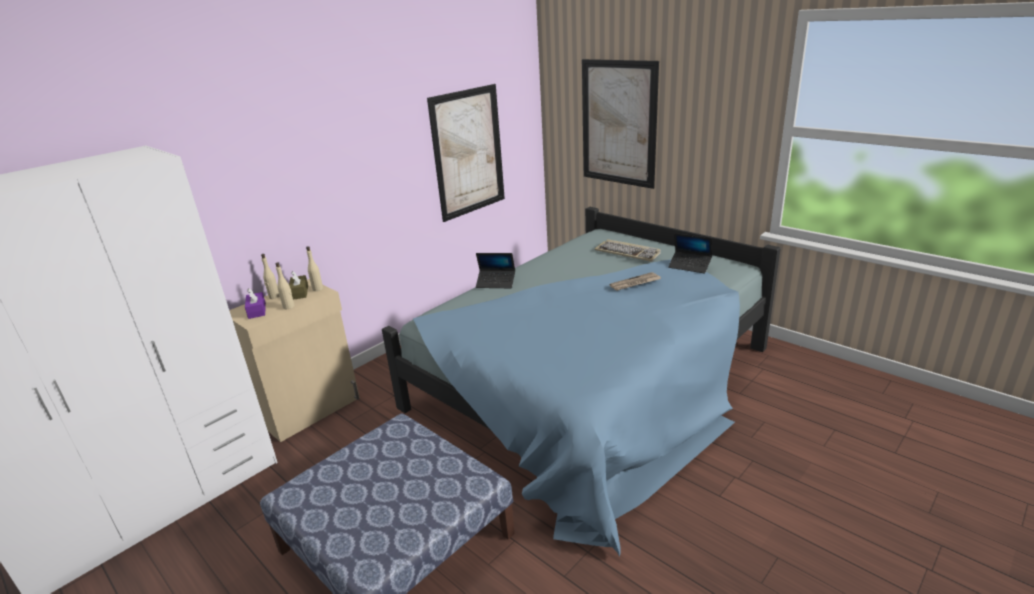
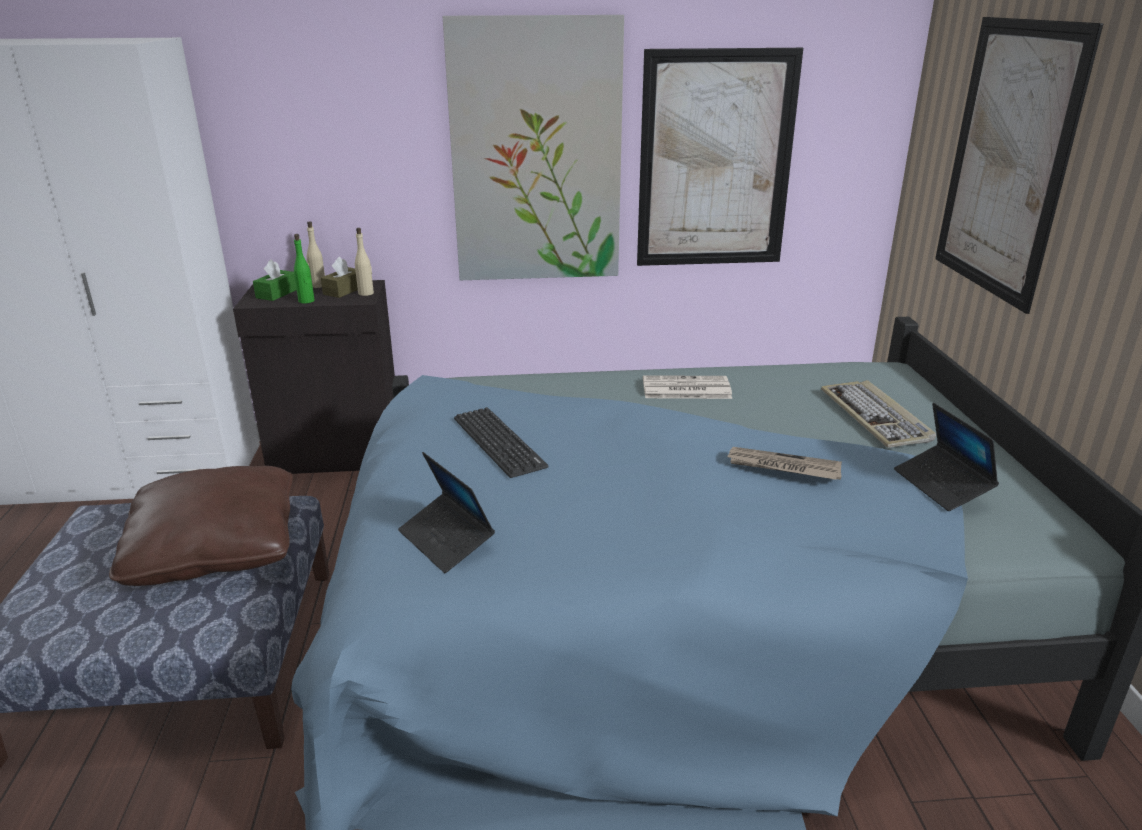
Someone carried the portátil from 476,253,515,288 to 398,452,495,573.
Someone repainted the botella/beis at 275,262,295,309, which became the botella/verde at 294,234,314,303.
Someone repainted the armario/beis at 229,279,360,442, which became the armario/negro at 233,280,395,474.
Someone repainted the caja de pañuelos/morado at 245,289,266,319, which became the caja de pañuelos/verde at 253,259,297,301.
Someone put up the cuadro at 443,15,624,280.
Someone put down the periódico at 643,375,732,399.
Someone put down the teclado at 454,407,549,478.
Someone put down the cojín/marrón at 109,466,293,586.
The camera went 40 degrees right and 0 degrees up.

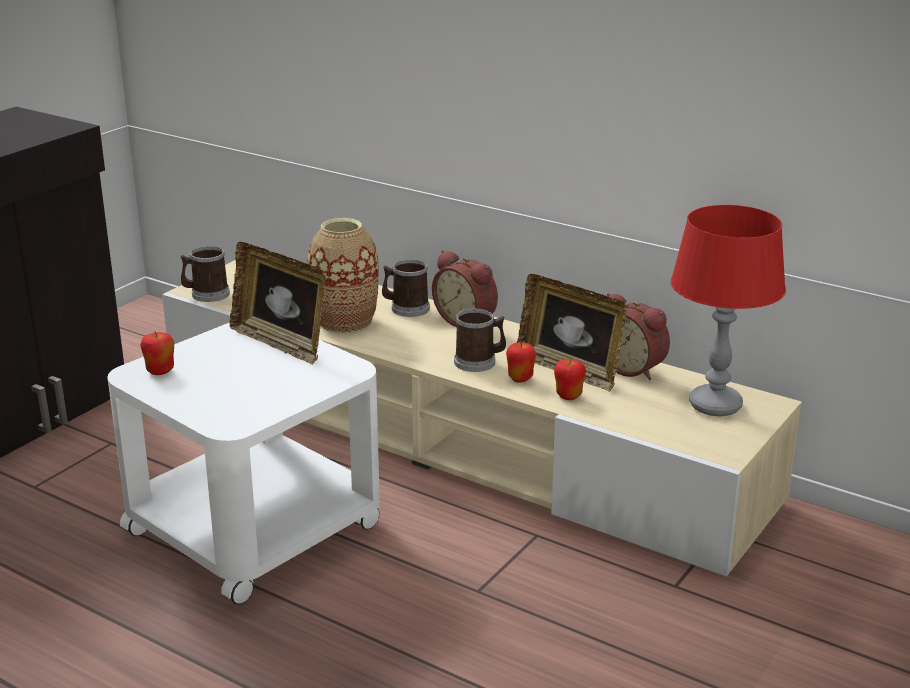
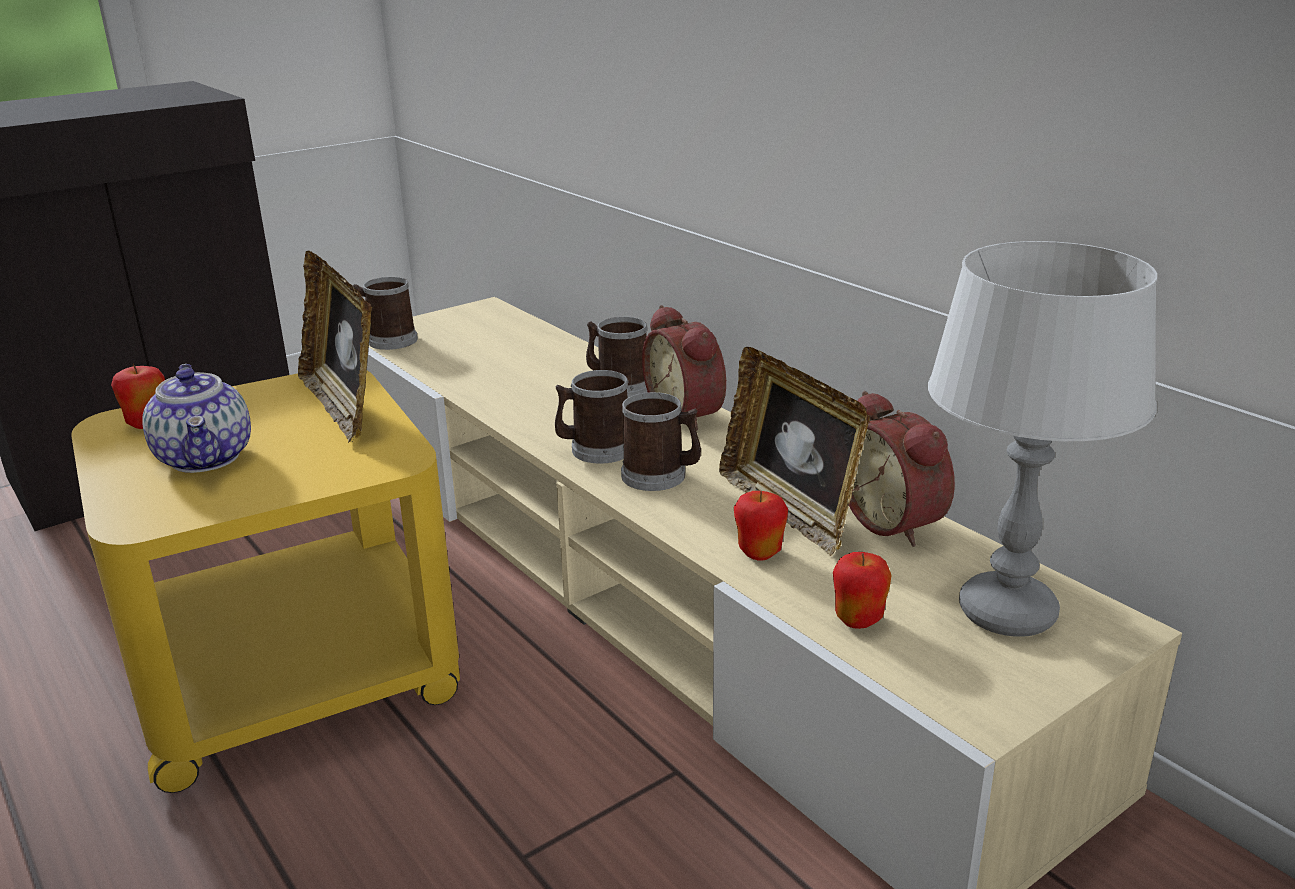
Someone repainted the lámpara de mesa/rojo at 671,205,786,416, which became the lámpara de mesa/gris at 928,241,1157,637.
Someone took away the florero at 307,218,379,334.
Someone repainted the mesa auxiliar/blanco at 107,322,380,604, which became the mesa auxiliar/amarillo at 71,371,460,793.
Someone carried the manzana from 506,342,536,383 to 833,552,891,629.
Someone put down the tetera at 142,364,251,473.
Someone put down the taza grande at 555,370,629,464.
The camera went 20 degrees right and 0 degrees up.

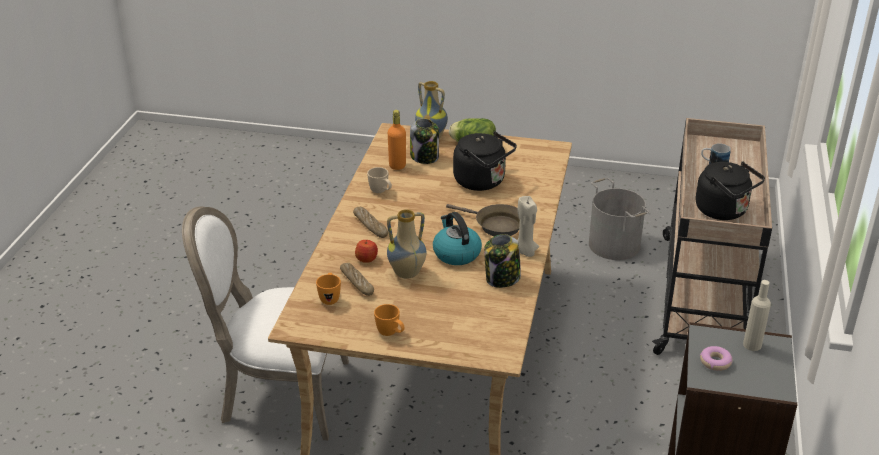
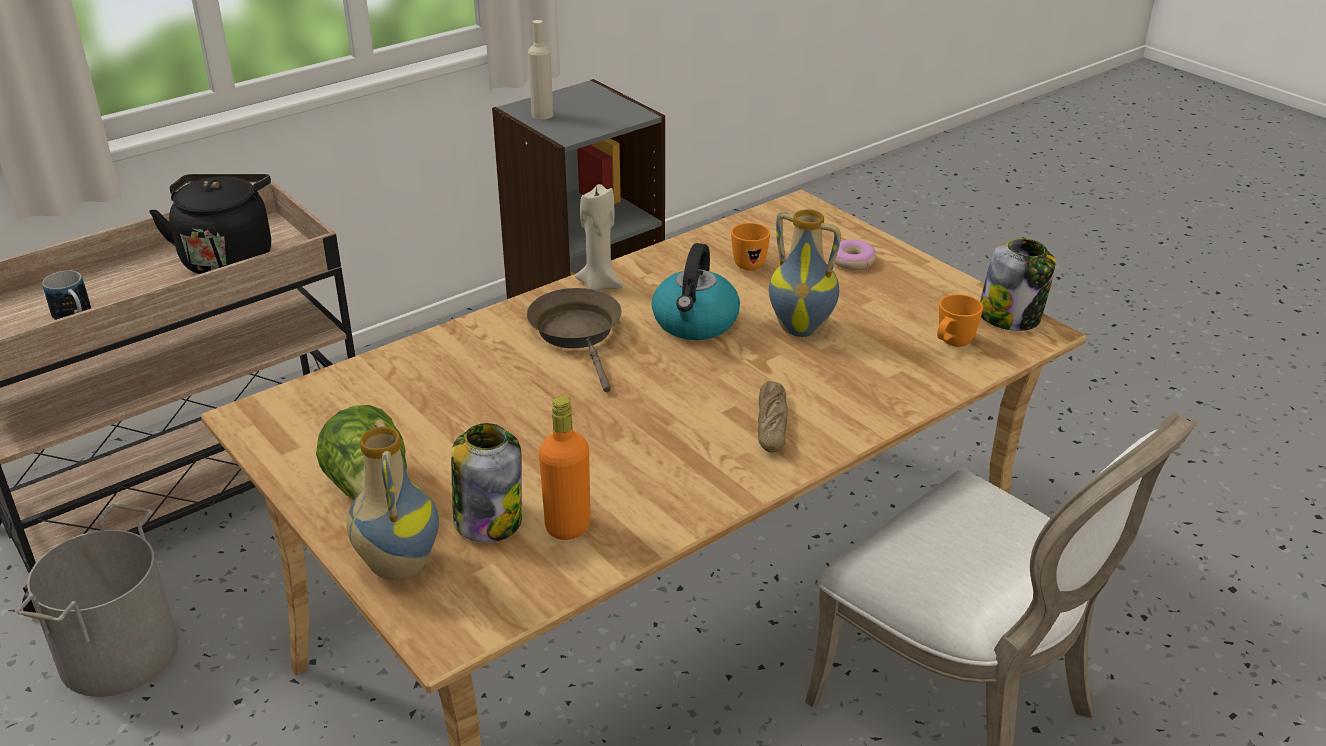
Someone took away the hervidor/negro at 453,131,517,191.
Someone took away the taza grande/beis at 367,167,392,193.
Someone carried the tarro from 484,234,521,288 to 980,238,1056,331.
Someone took away the manzana at 355,240,378,263.
Someone took away the pan at 340,263,374,296.
Someone carried the taza grande/naranja from 374,304,405,336 to 731,222,770,271.
Someone carried the rosquilla from 700,346,732,371 to 830,239,876,270.
The camera went 140 degrees left and 0 degrees up.

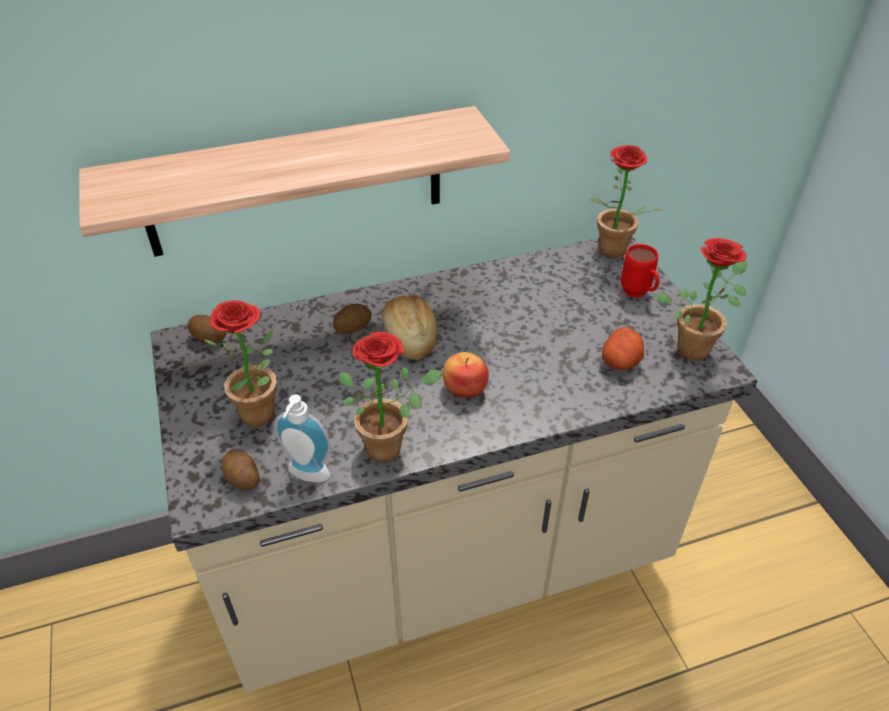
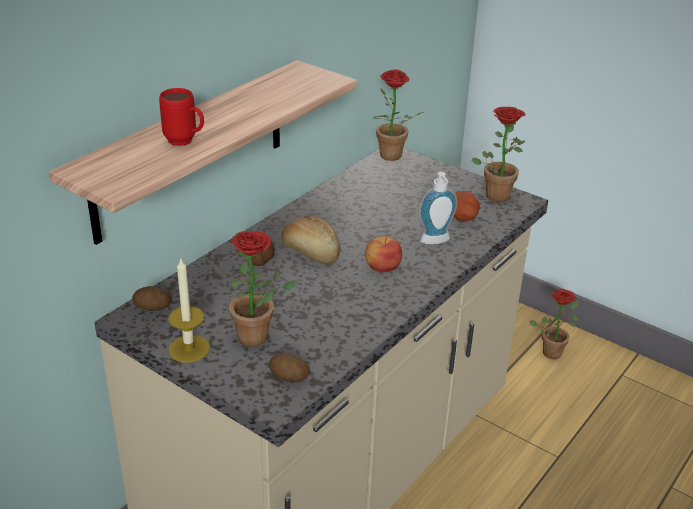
Someone carried the taza grande/rojo from 621,244,660,298 to 159,88,204,146.
Someone carried the planta en maceta from 339,332,442,462 to 529,289,579,359.
Someone carried the dispensador de jabón from 274,394,331,482 to 419,172,458,244.
Someone put down the vela at 168,259,210,363.
The camera went 35 degrees left and 10 degrees down.

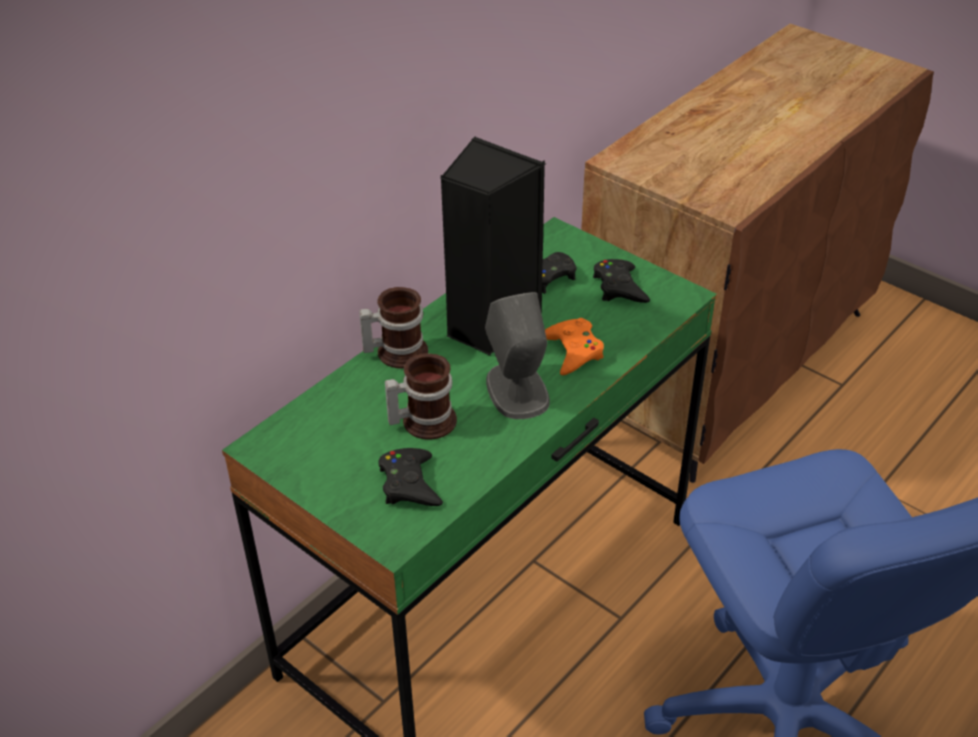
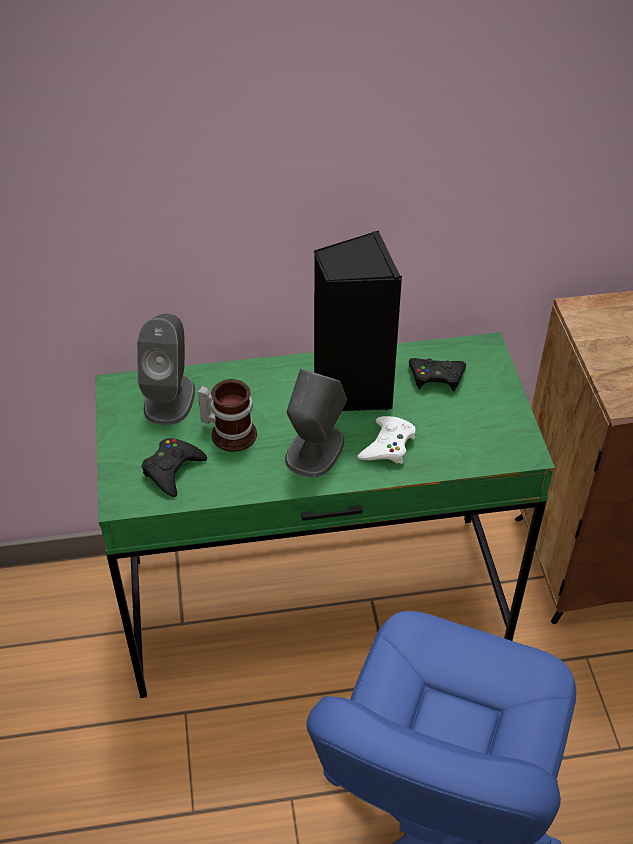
Someone took away the mando de consola/negro at 593,259,650,303.
Someone took away the taza grande at 359,287,428,369.
Someone repainted the mando de consola/naranja at 545,318,604,375, which became the mando de consola/blanco at 357,416,416,464.
Someone put down the altavoz/gris at 137,314,195,425.
The camera went 40 degrees right and 5 degrees up.

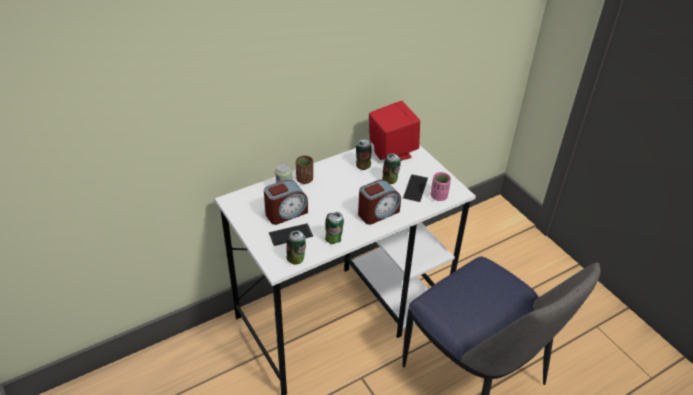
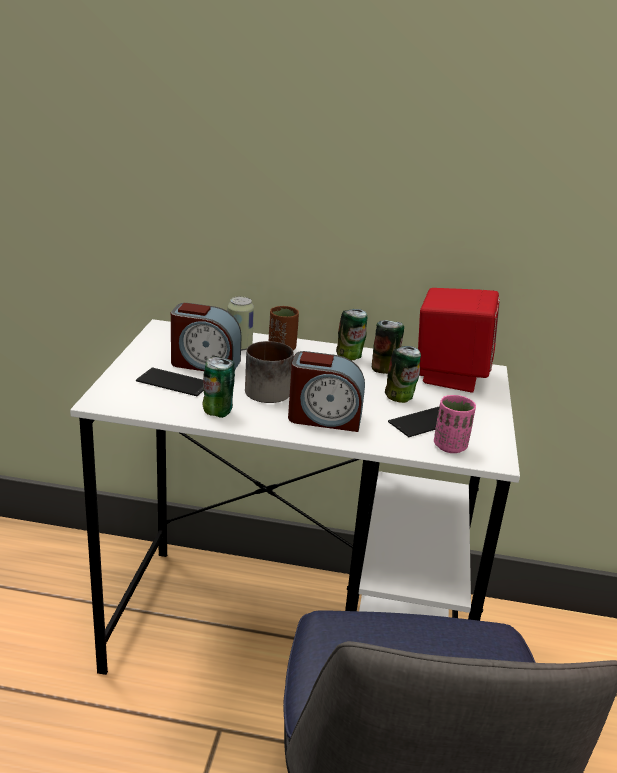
Someone carried the lata from 286,230,306,264 to 336,309,368,360.
Someone put down the taza grande at 245,341,295,403.
The camera went 40 degrees right and 15 degrees down.

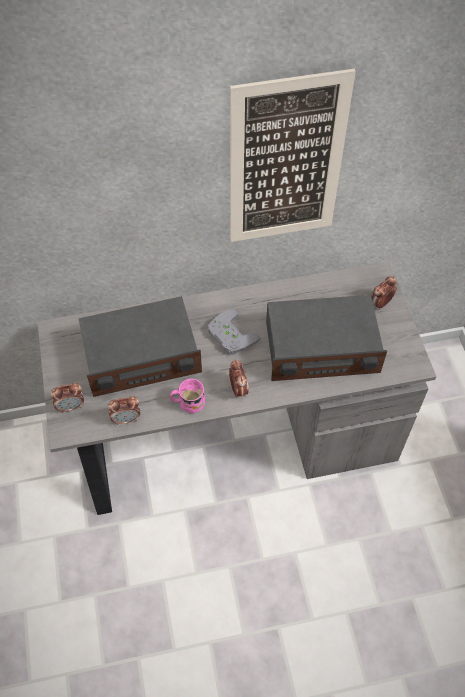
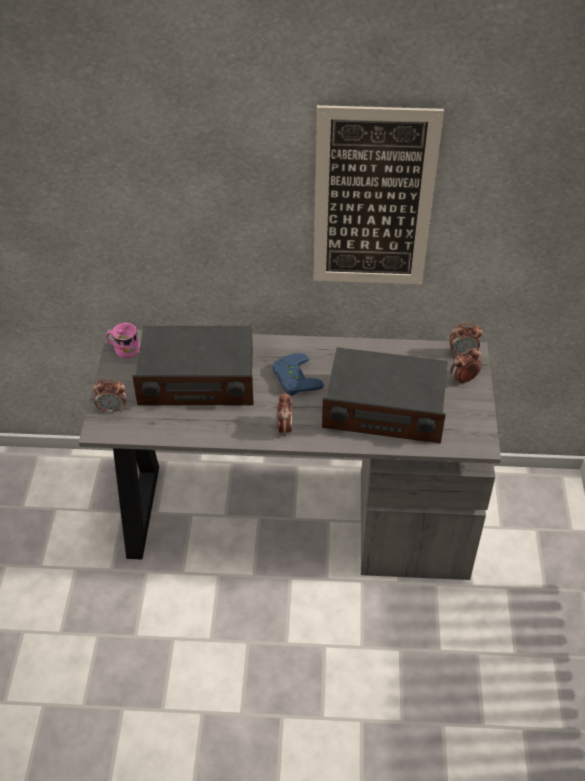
Someone repainted the mando de consola/gris at 208,310,261,356, which became the mando de consola/azul at 273,353,324,396.
Someone carried the taza grande/rosa from 170,379,205,413 to 106,323,140,358.
Someone carried the despertador from 108,396,140,425 to 450,323,482,356.
The camera went 15 degrees right and 10 degrees down.

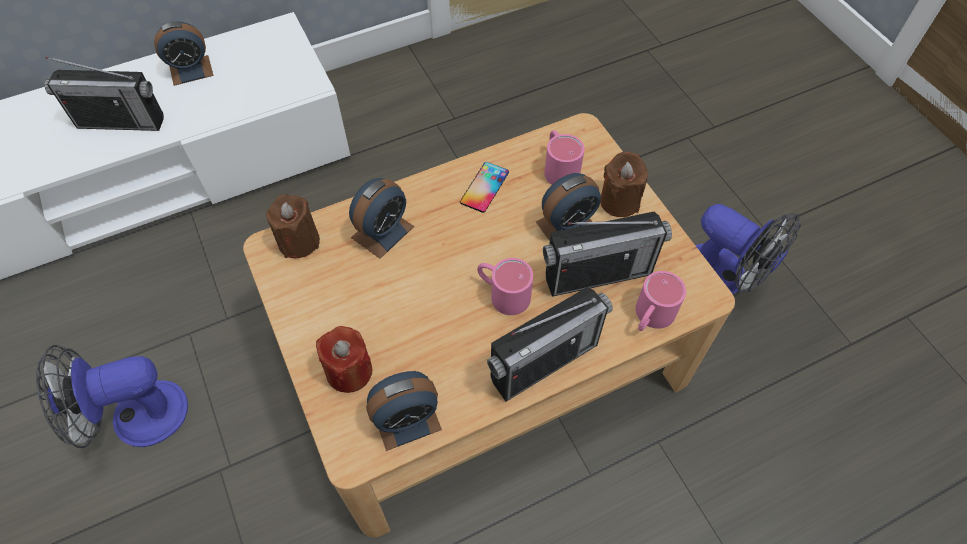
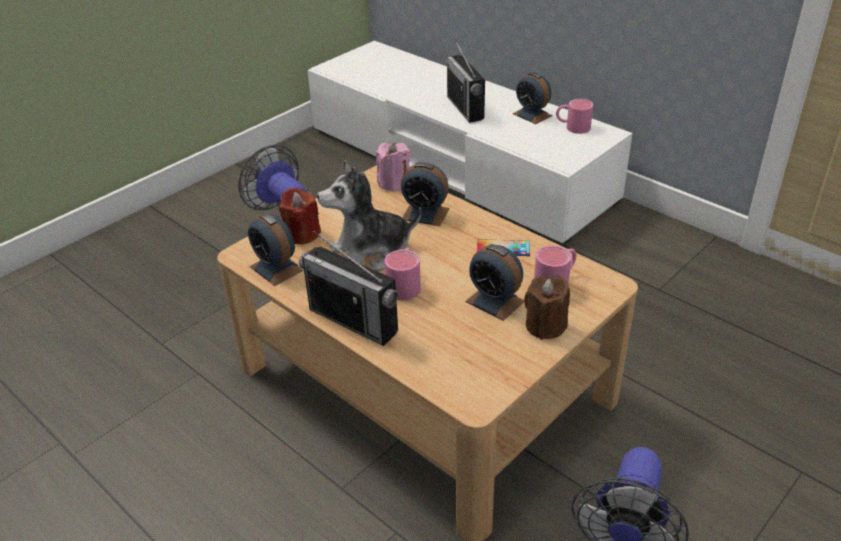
Someone repainted the vela/marrón at 266,194,320,258, which became the vela/rosa at 376,142,411,192.
Someone took away the radio at 543,212,672,297.
Someone carried the taza grande/rosa from 636,271,686,331 to 556,99,593,134.
Someone put down the peluche at 317,160,421,271.
The camera went 70 degrees right and 20 degrees down.

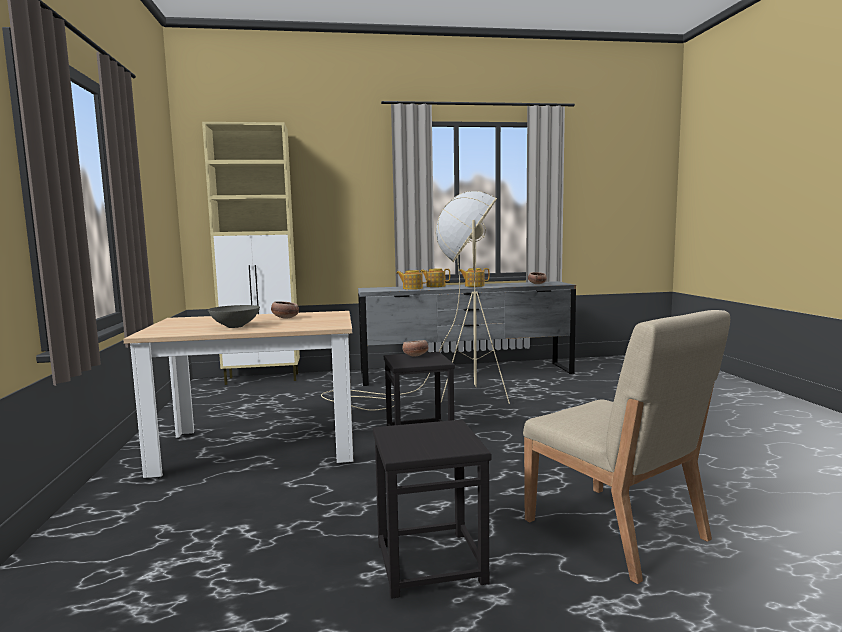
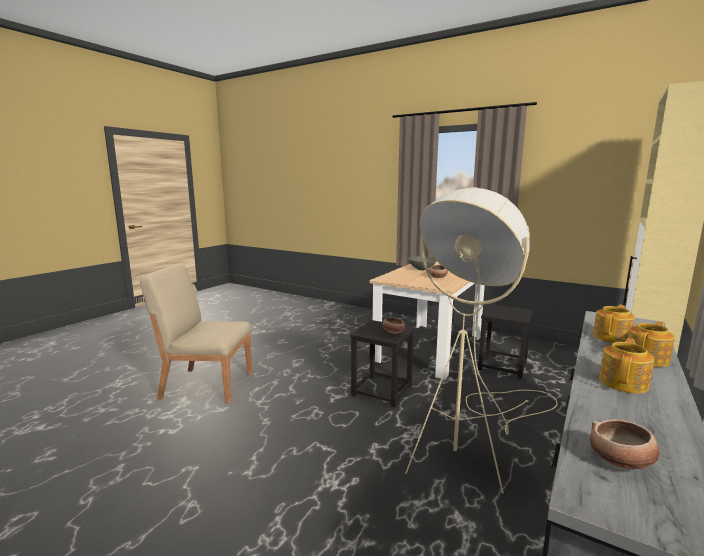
Someone carried the taburete/negro from 373,419,491,599 to 478,304,533,379.
The camera went 130 degrees right and 5 degrees up.

